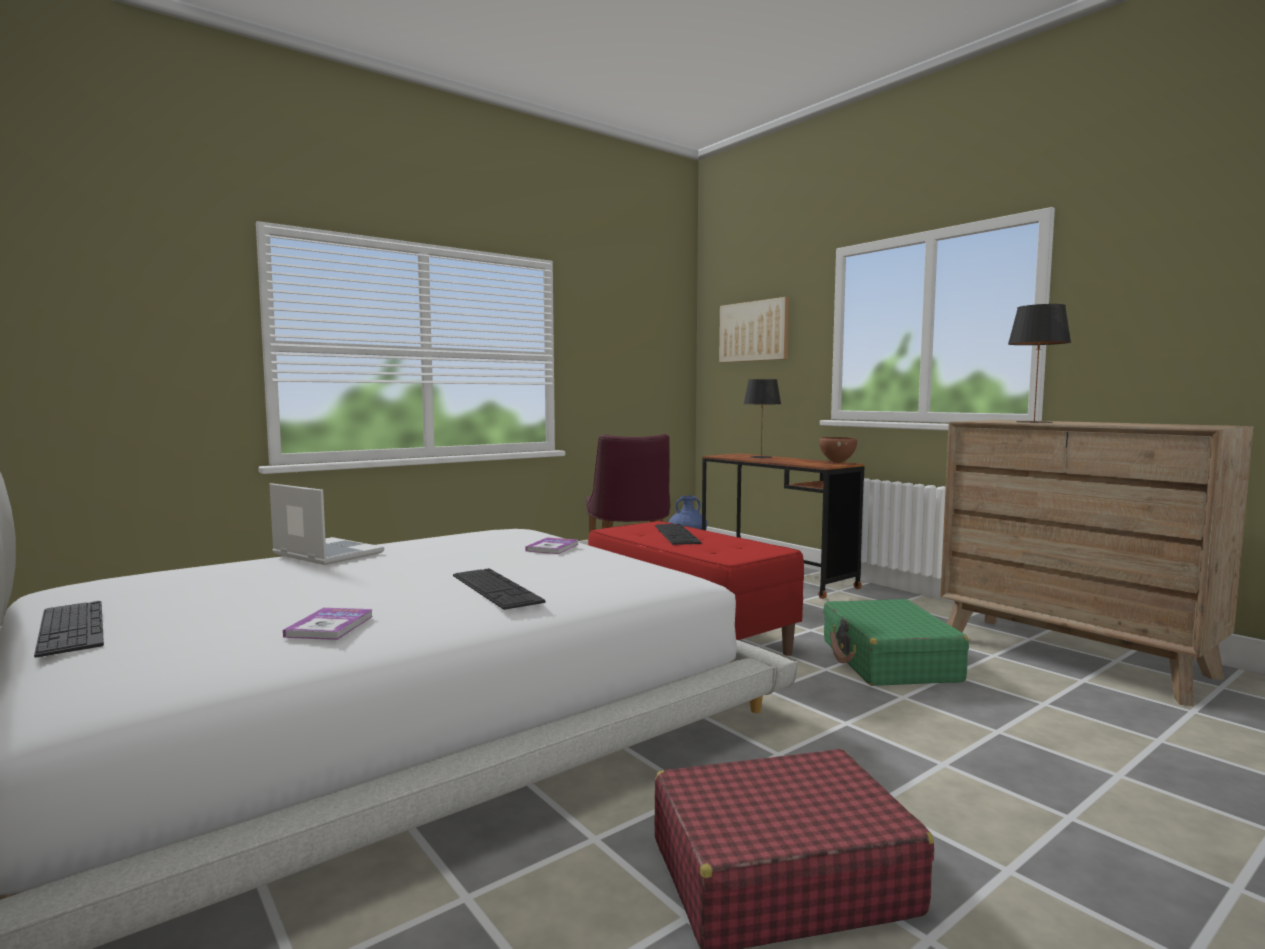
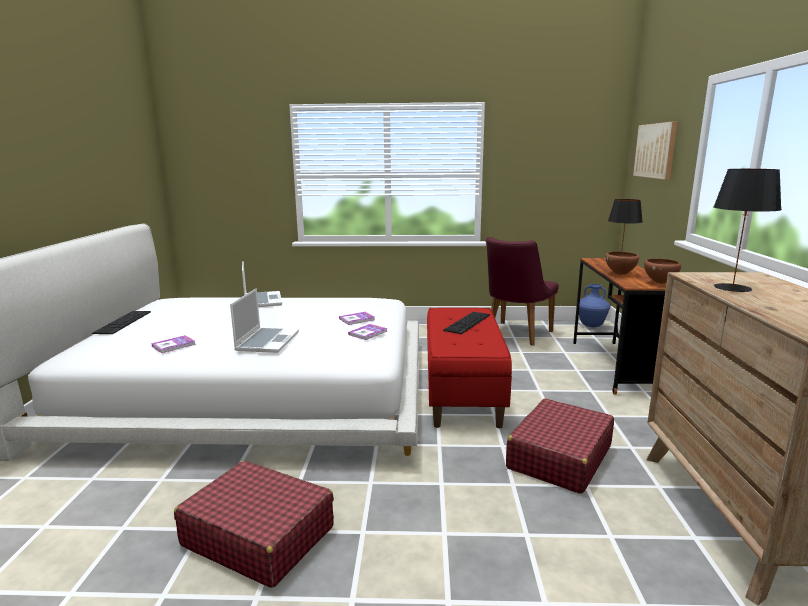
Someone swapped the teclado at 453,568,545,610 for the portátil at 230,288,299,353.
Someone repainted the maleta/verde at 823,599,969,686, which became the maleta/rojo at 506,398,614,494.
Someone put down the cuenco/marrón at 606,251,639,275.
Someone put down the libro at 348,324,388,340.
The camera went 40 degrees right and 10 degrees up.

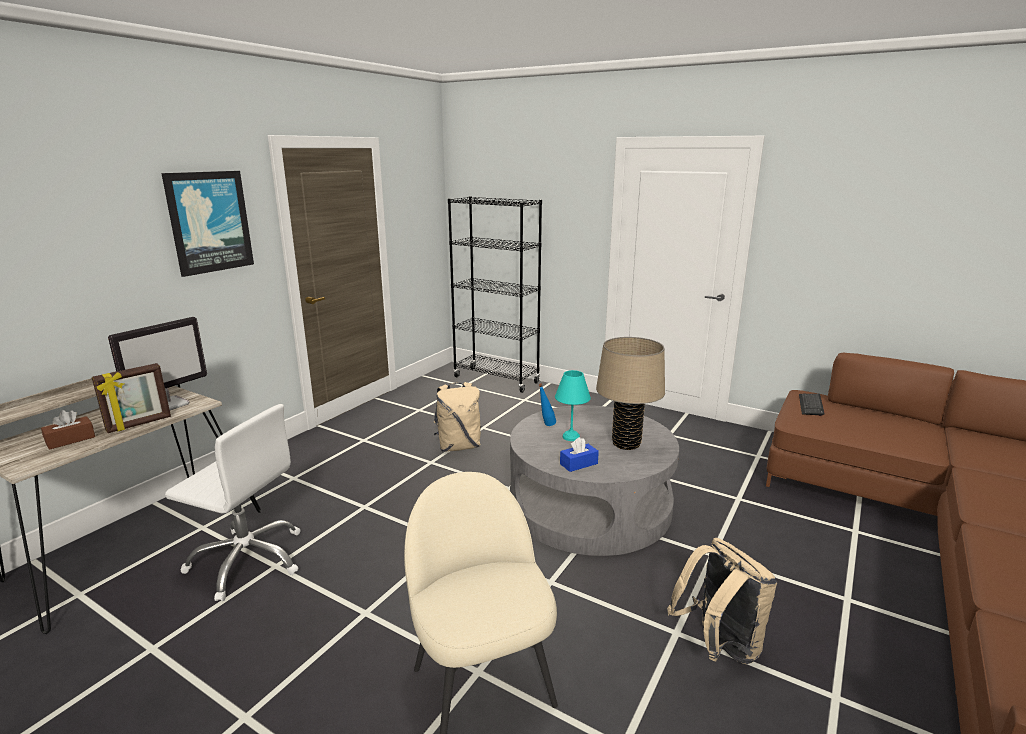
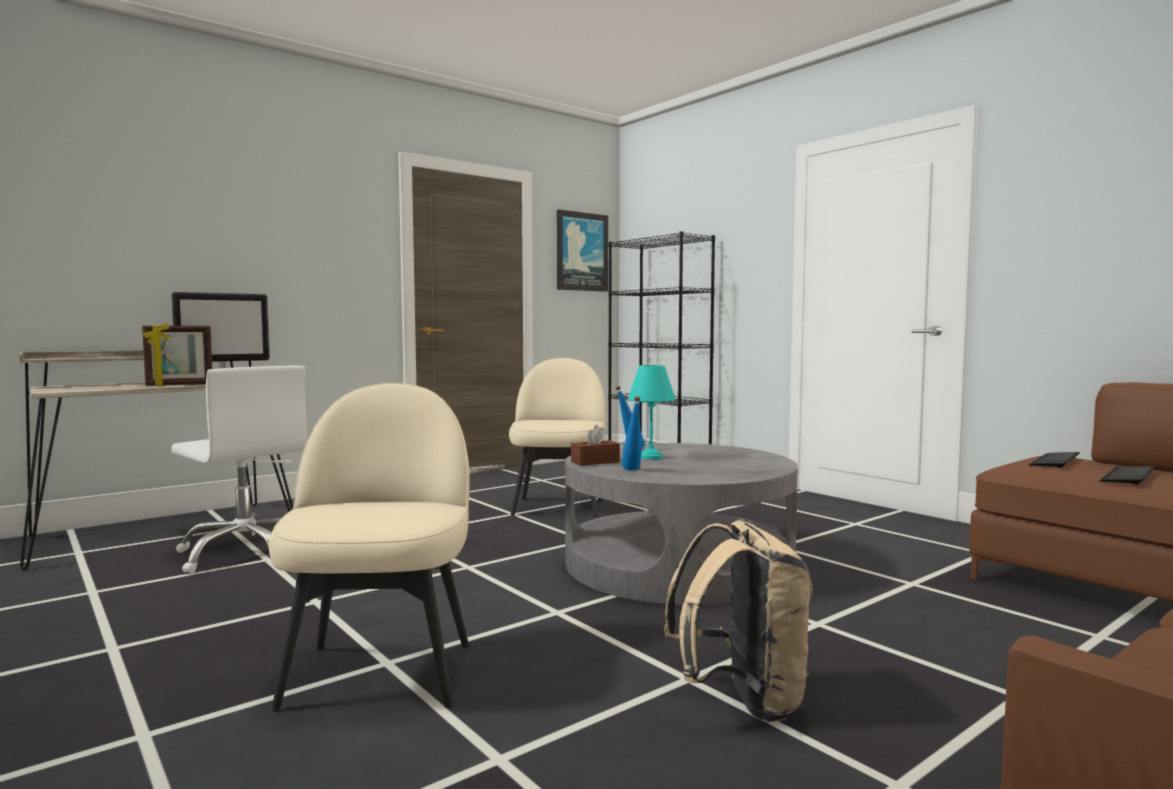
Someone carried the cuadro from 161,171,254,277 to 557,209,608,292.
Someone took away the lámpara de mesa/beis at 596,337,665,450.
Someone swapped the mochila/beis at 434,382,482,452 for the silla/beis at 509,358,605,517.
Someone carried the caja de pañuelos/marrón from 41,410,95,450 to 571,425,620,466.
Someone swapped the caja de pañuelos/azul at 560,437,599,472 for the botella/azul at 622,397,642,470.
Someone put down the teclado at 1099,466,1155,486.
The camera went 20 degrees right and 15 degrees down.

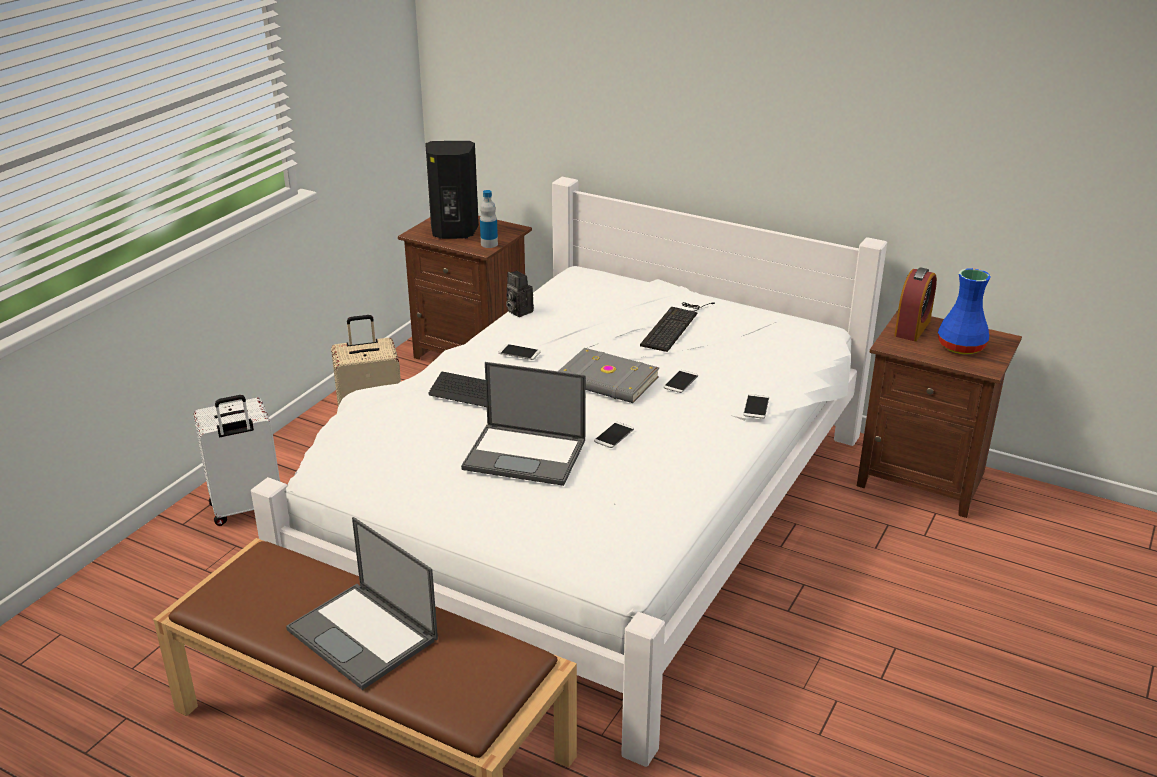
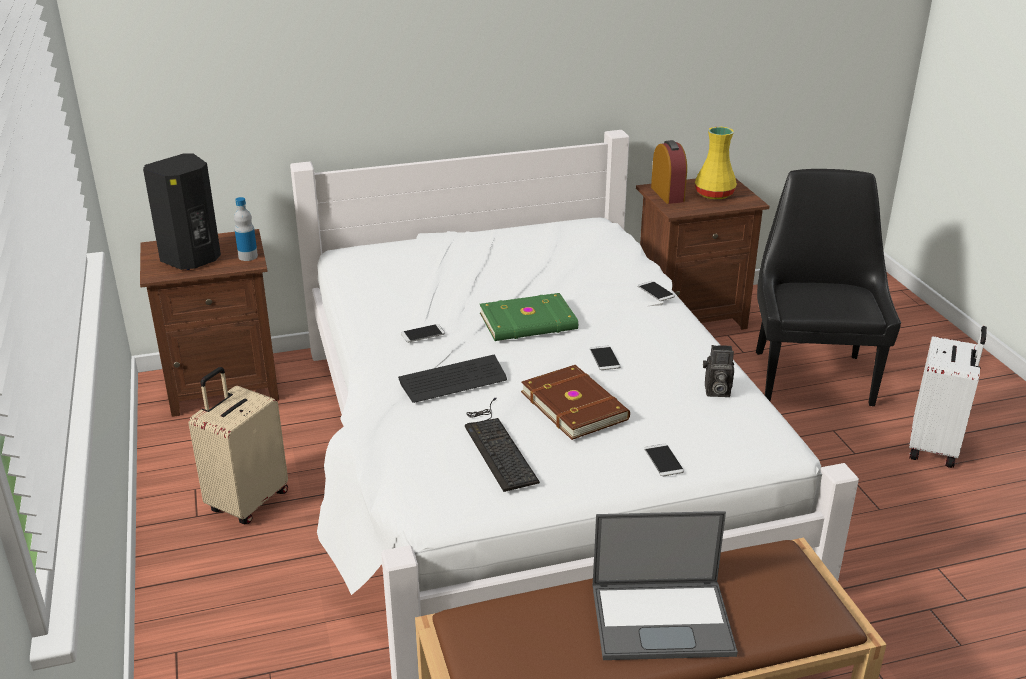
Someone repainted the florero/azul at 938,268,991,355, which became the florero/amarillo at 695,127,737,199.
Someone carried the cámara from 506,271,534,317 to 703,345,734,397.
Someone carried the teclado from 640,302,715,352 to 465,397,540,492.
Someone repainted the libro/gris at 558,348,659,403, which became the libro/verde at 480,293,578,341.
Someone swapped the portátil at 461,362,586,486 for the libro/marrón at 521,365,630,440.
Someone carried the móvil from 664,370,698,393 to 644,444,684,476.
Someone carried the maleta/blanco from 193,395,280,526 to 909,326,987,468.
Someone put down the silla/negro at 756,169,901,406.
The camera went 45 degrees left and 0 degrees up.

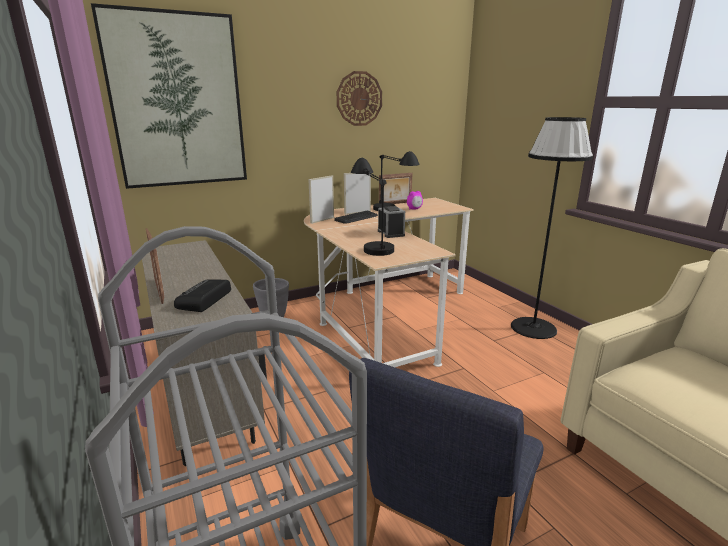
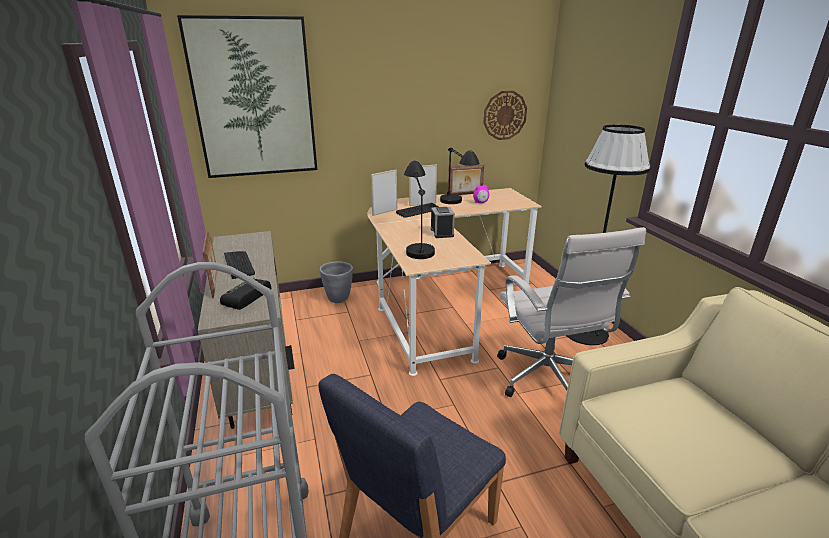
Someone carried the reloj de pared from 337,71,382,126 to 483,91,527,140.
Someone put down the silla de oficina/blanco at 497,227,646,397.
Someone put down the teclado at 224,251,255,279.
The camera went 10 degrees right and 5 degrees up.

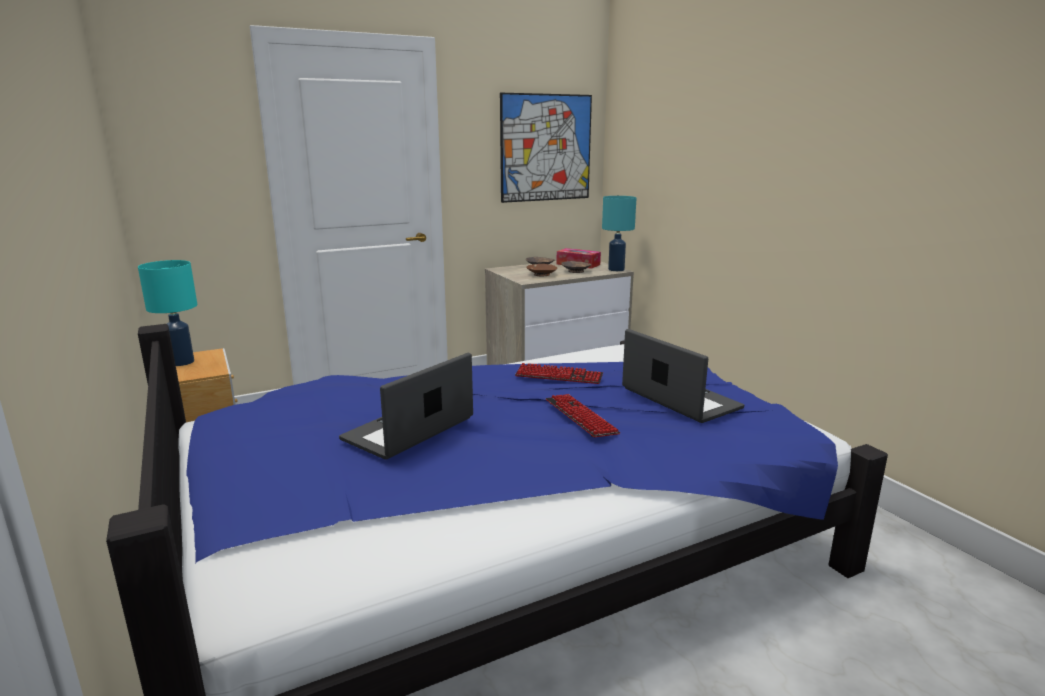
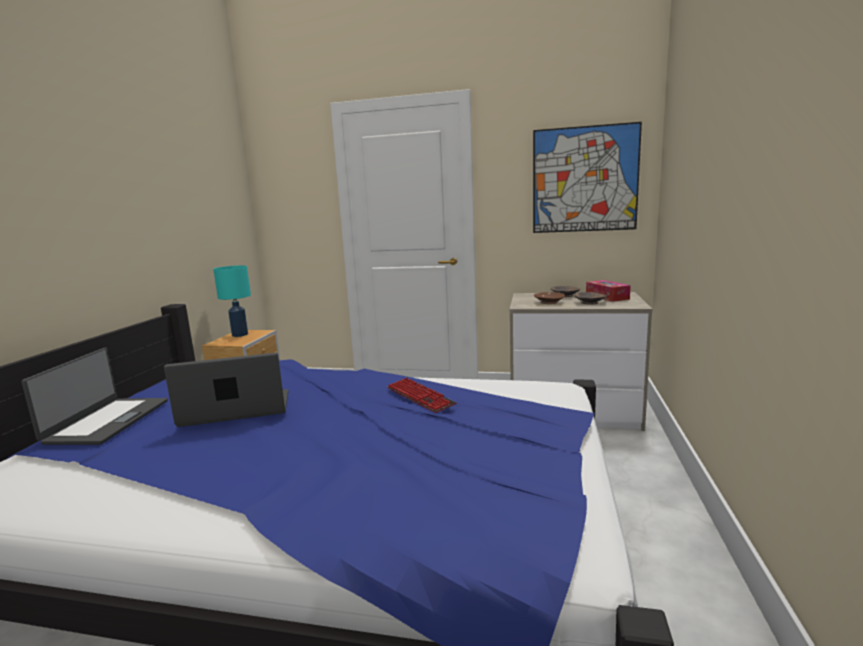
Someone took away the lámpara de mesa/turquesa at 602,196,636,271.
Someone carried the portátil from 622,329,744,423 to 21,348,168,445.
Someone took away the teclado at 546,394,620,437.
The camera went 40 degrees right and 5 degrees down.

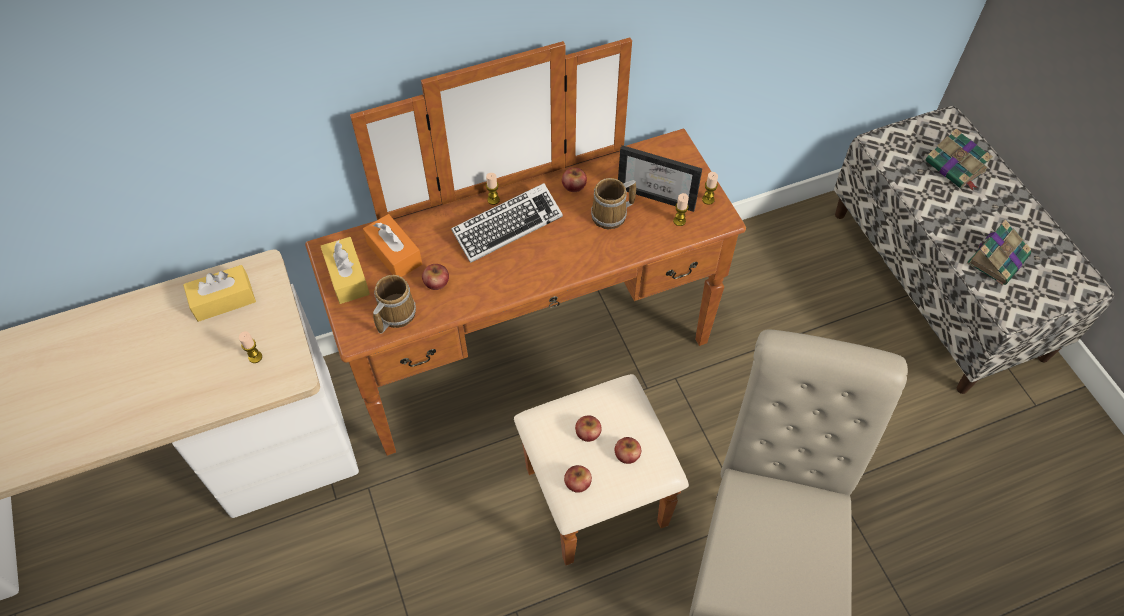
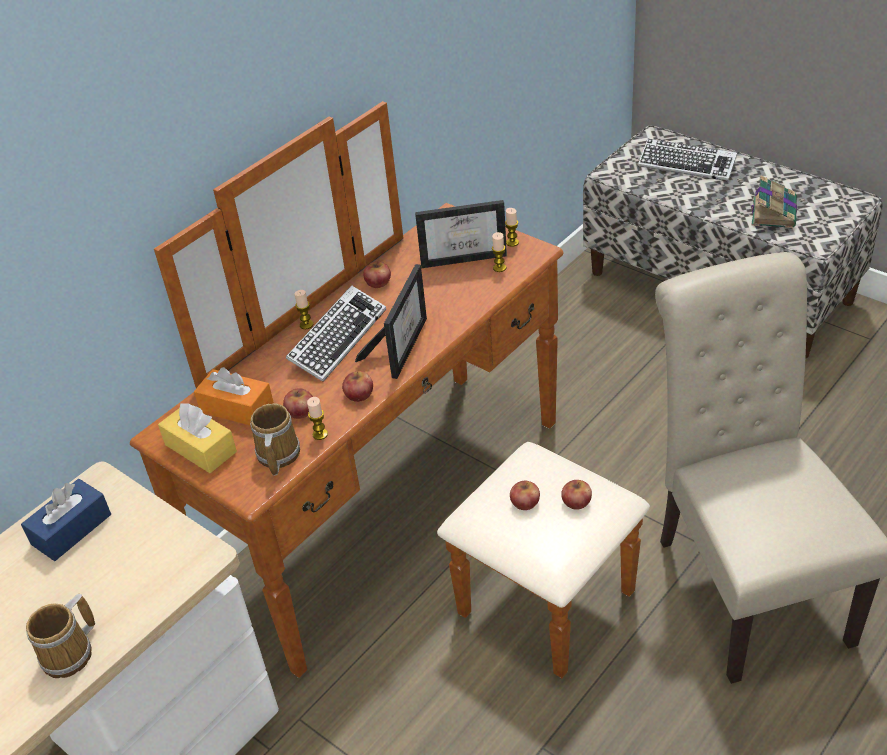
Someone swapped the libro at 925,128,993,190 for the teclado at 638,138,737,181.
Someone carried the taza grande from 591,178,636,229 to 26,594,95,678.
Someone repainted the caja de pañuelos/amarillo at 183,265,256,322, which became the caja de pañuelos/azul at 21,479,111,561.
Someone carried the vela from 239,331,262,363 to 307,397,328,440.
Someone carried the manzana from 564,465,592,493 to 342,371,373,402.
Someone put down the portarretratos at 355,264,427,379.
The camera went 25 degrees left and 15 degrees down.

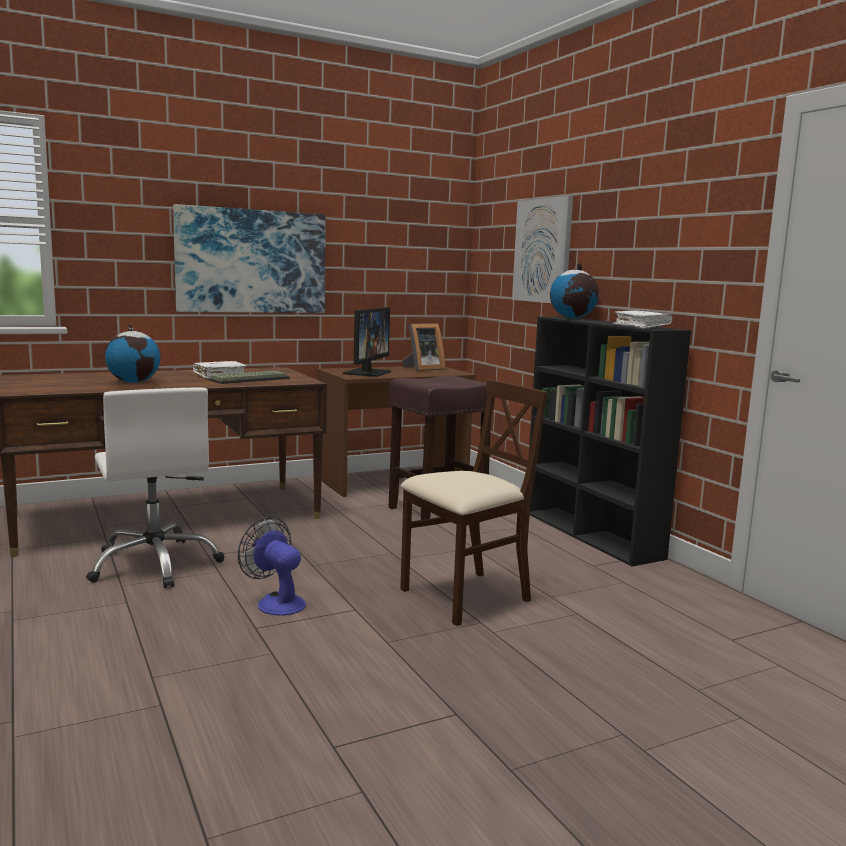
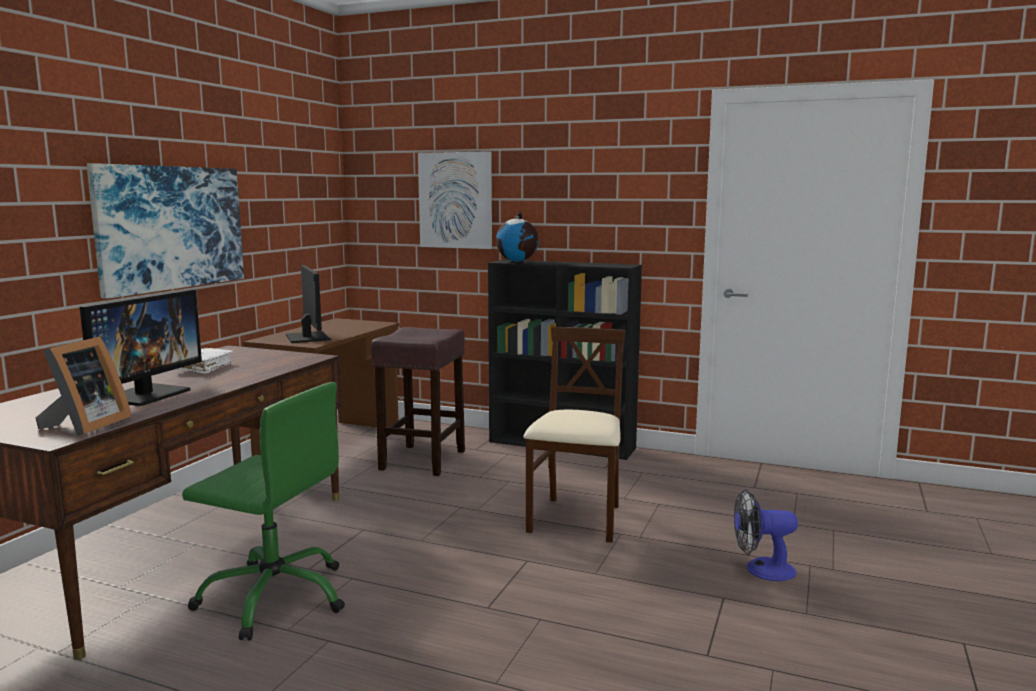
Someone took away the libro/blanco at 613,311,672,329.
Someone carried the portarretratos from 402,323,445,371 to 36,336,131,436.
Someone swapped the globo terráqueo at 105,324,160,383 for the monitor at 80,289,202,406.
Someone took away the teclado at 208,371,290,384.
Someone repainted the silla de oficina/blanco at 86,388,224,588, which became the silla de oficina/verde at 182,382,345,640.
Someone carried the ventilador from 238,517,306,616 to 734,489,798,581.
The camera went 40 degrees left and 0 degrees up.

